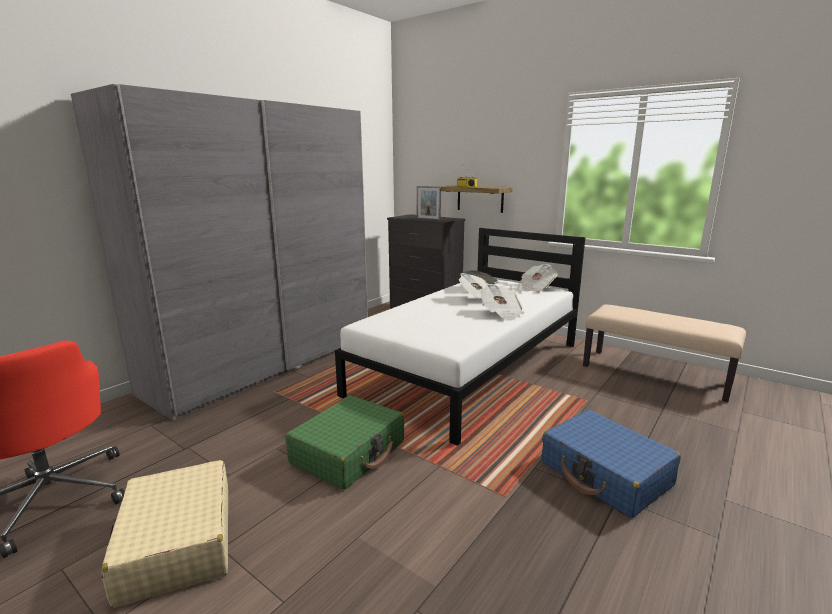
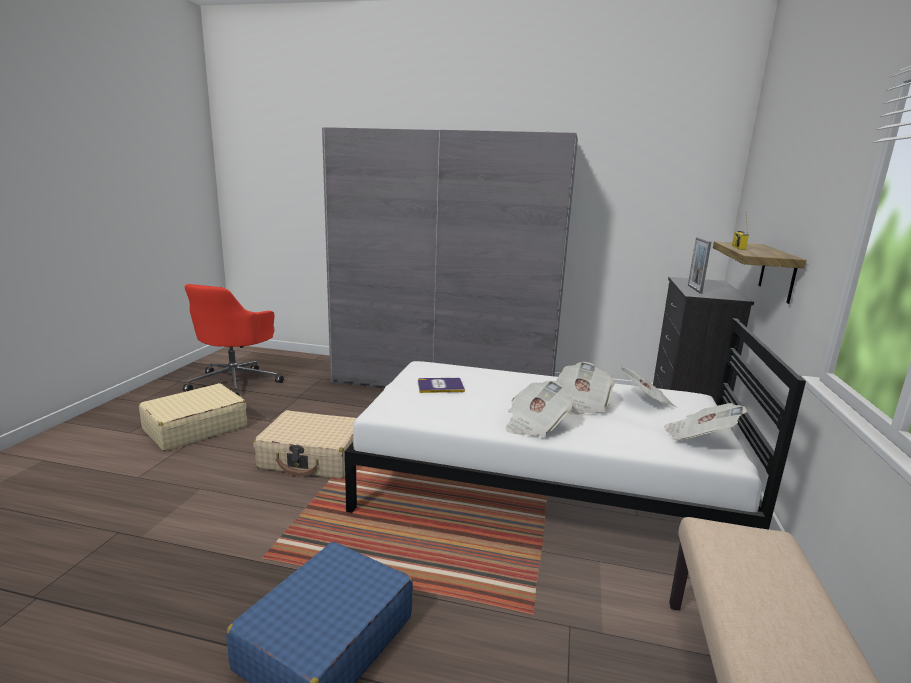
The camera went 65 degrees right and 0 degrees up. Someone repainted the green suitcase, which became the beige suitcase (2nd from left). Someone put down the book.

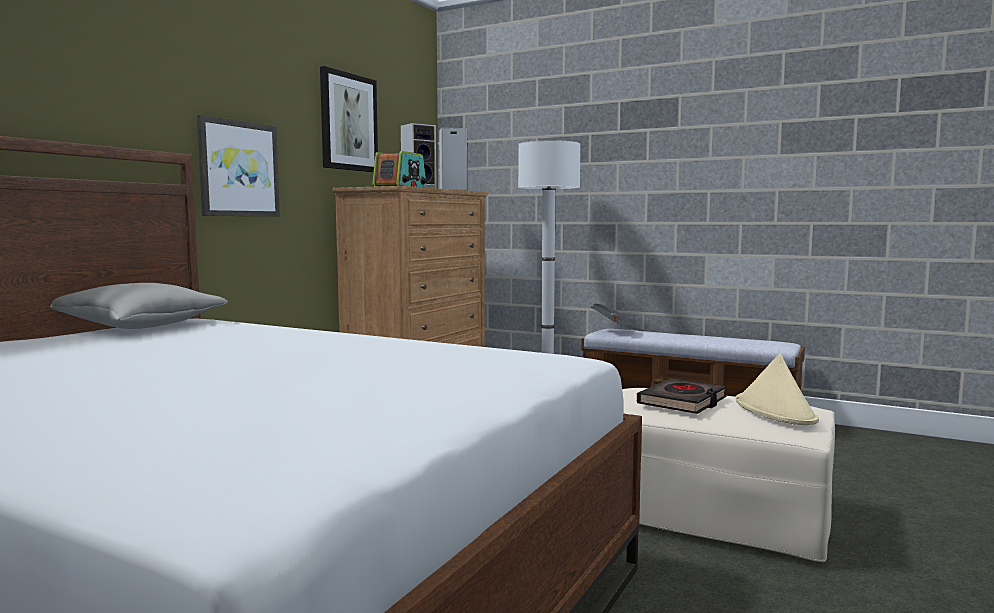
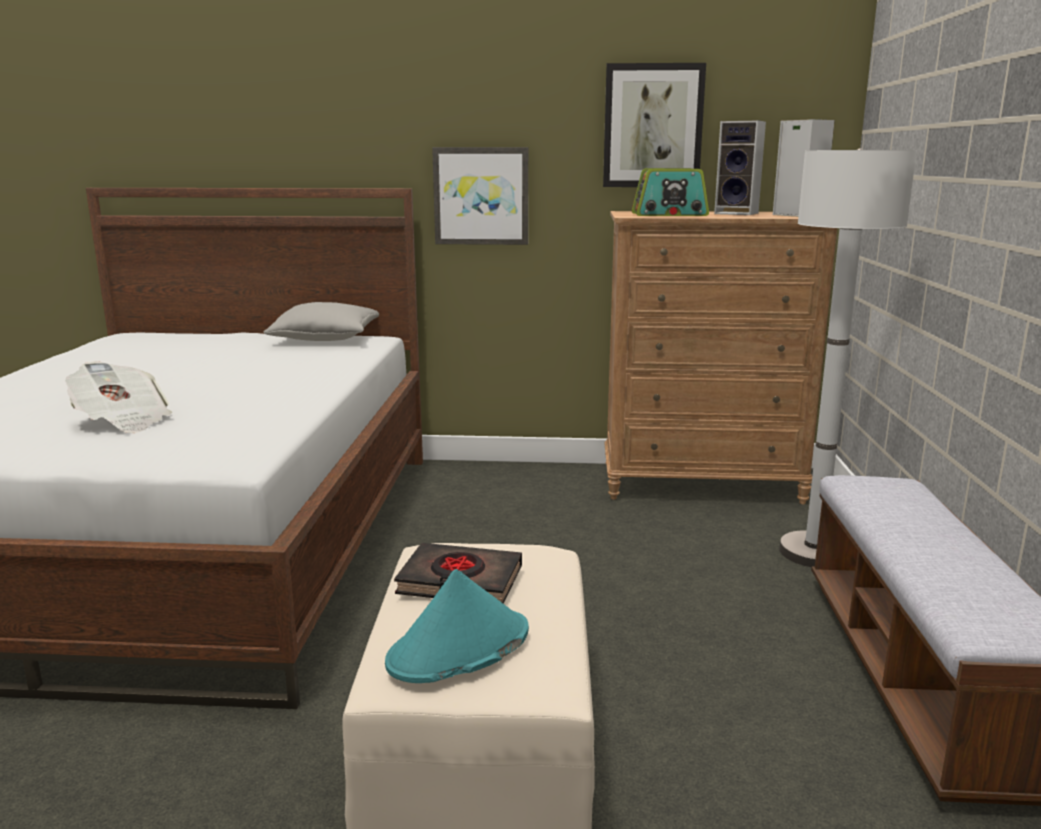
The camera went 65 degrees right and 10 degrees up. Someone carried the newspaper. Someone repainted the beige hat, which became the turquoise hat.

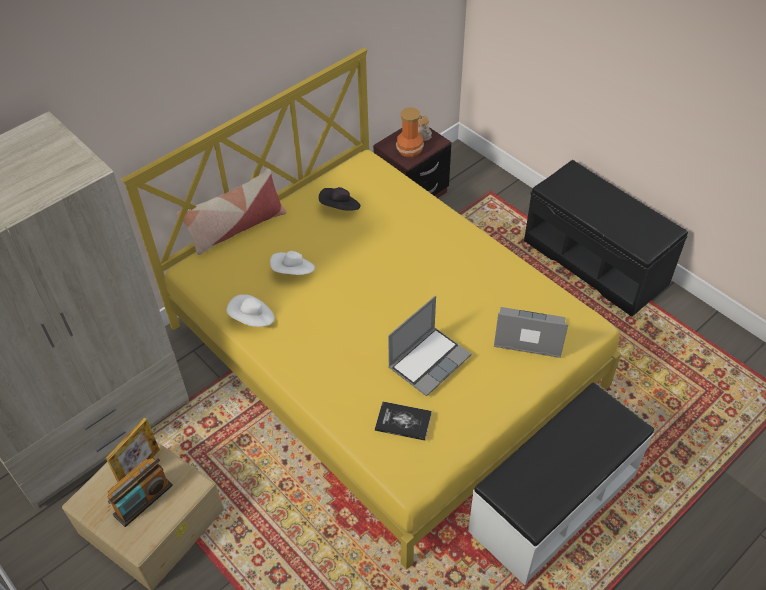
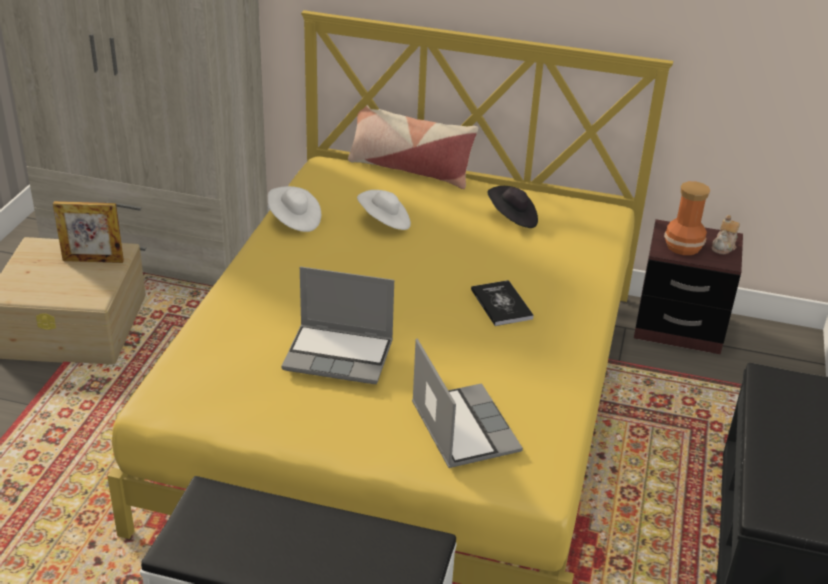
The camera went 55 degrees right and 15 degrees down. Someone took away the radio. Someone carried the book.

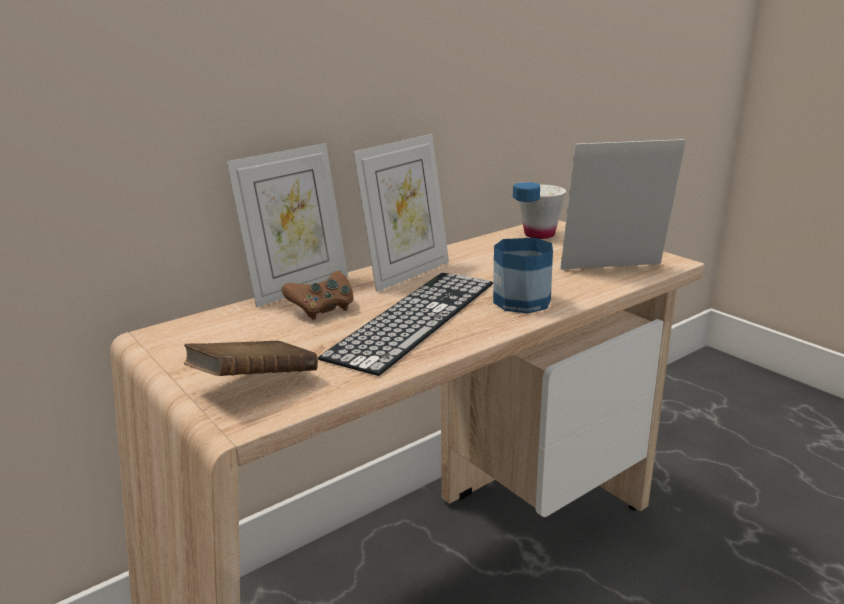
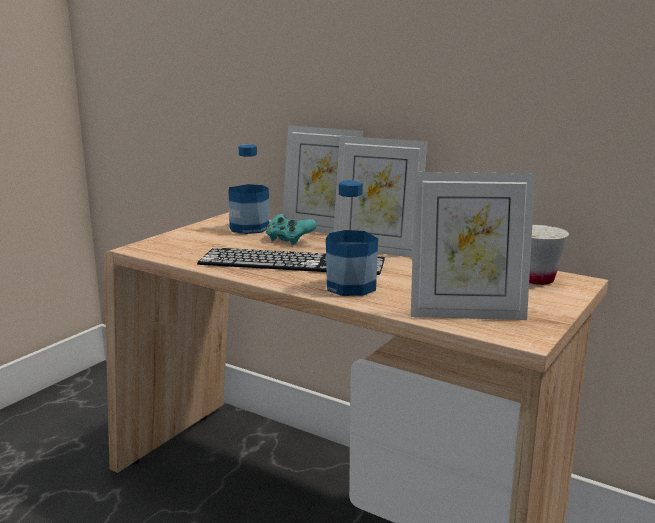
The camera went 70 degrees right and 5 degrees down. Someone took away the brown book. Someone repainted the brown game controller, which became the turquoise game controller. Someone rotated the picture frame (3rd from left) by 120 degrees clockwise. Someone put down the bottle (1st from left).

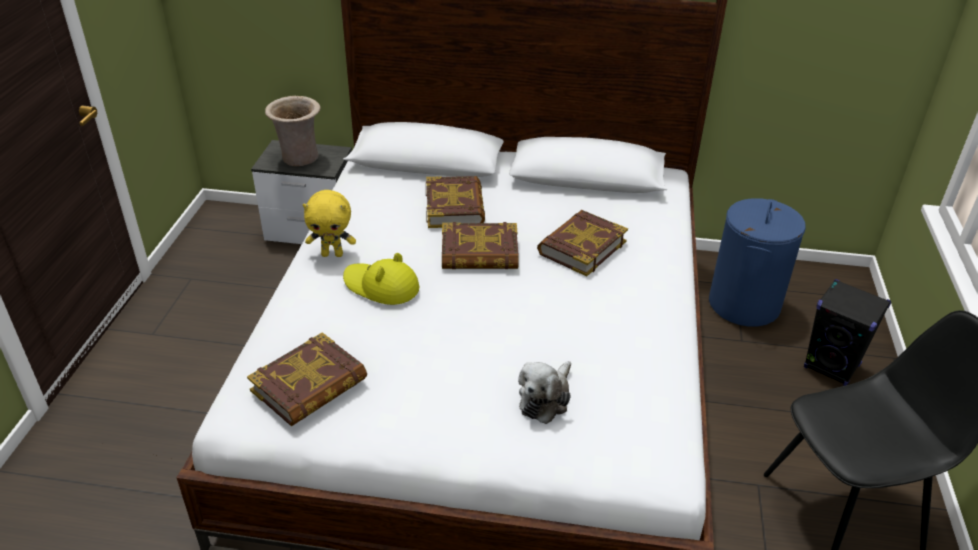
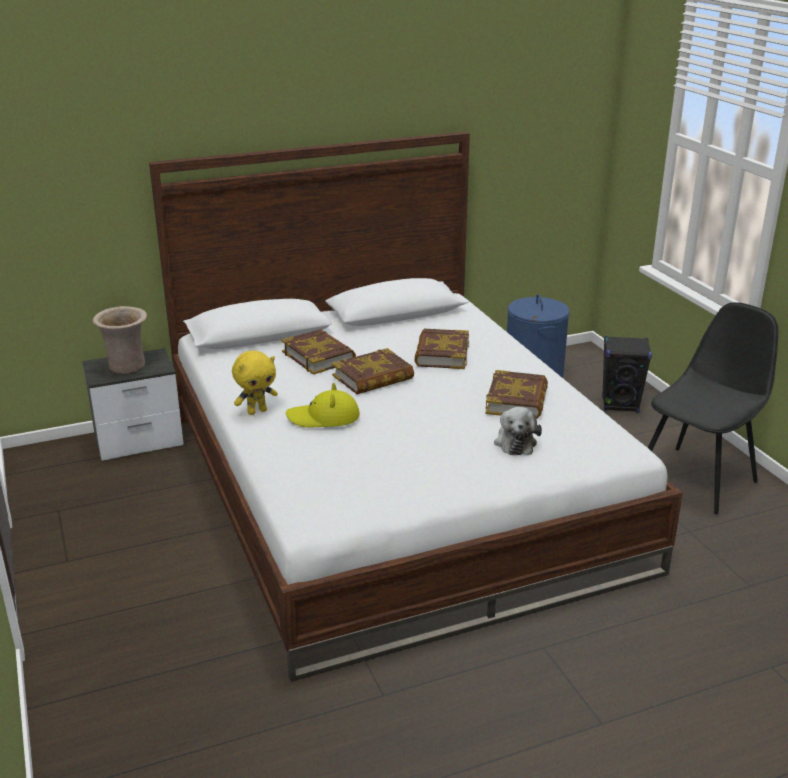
The camera went 30 degrees left and 10 degrees down. Someone carried the book (1st from left in the first image).

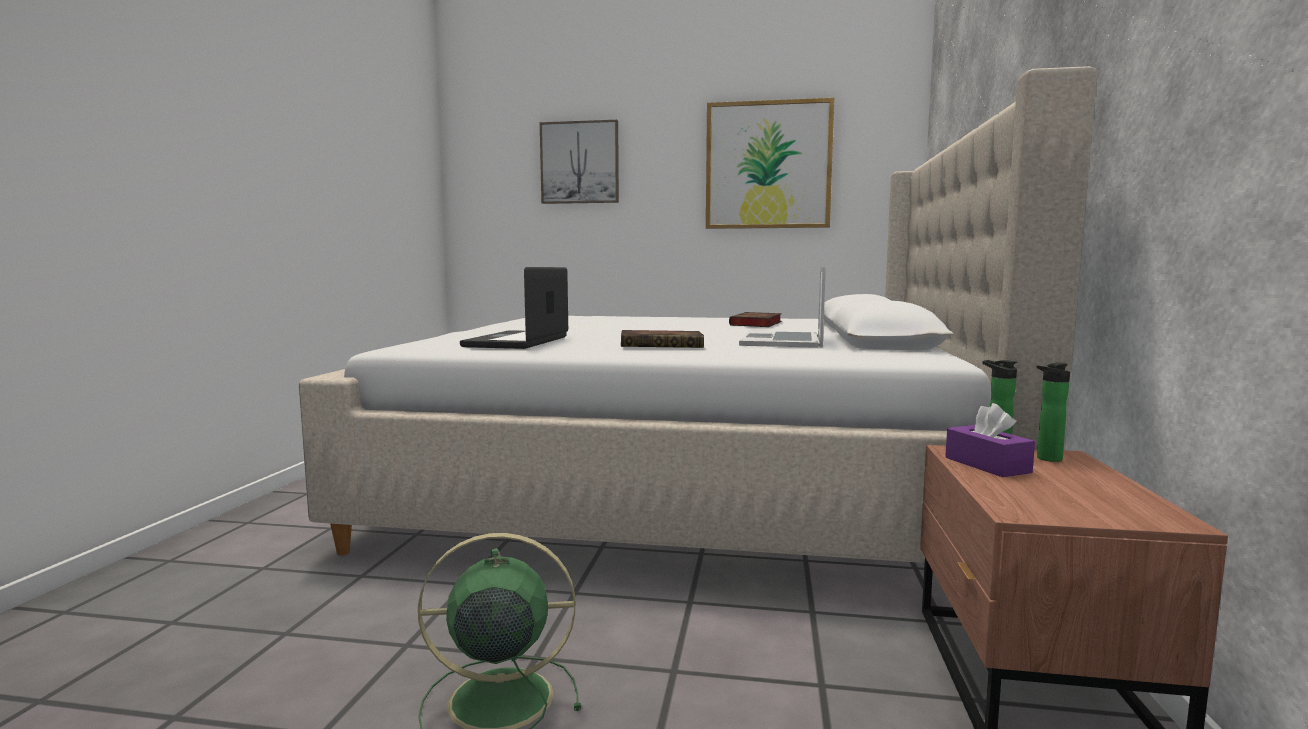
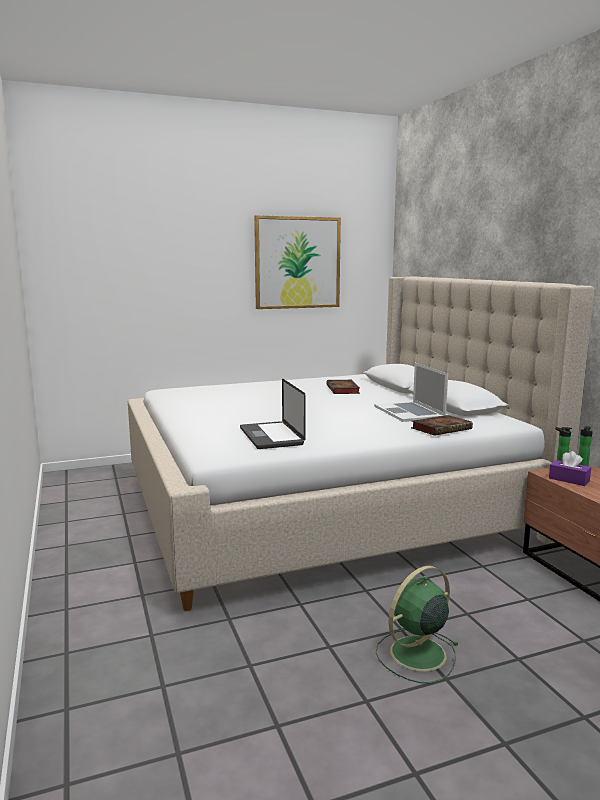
The camera went 30 degrees left and 5 degrees up. Someone took away the picture (1st from left). Someone carried the book (1st from left in the first image).

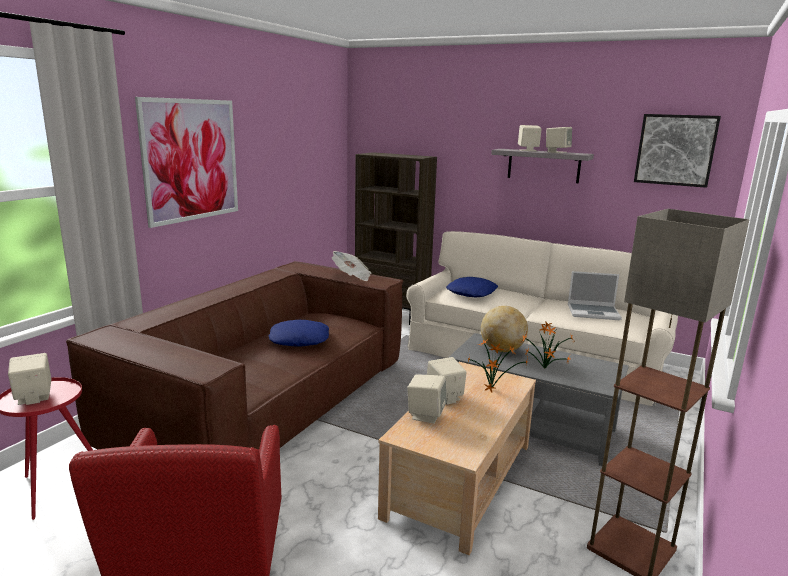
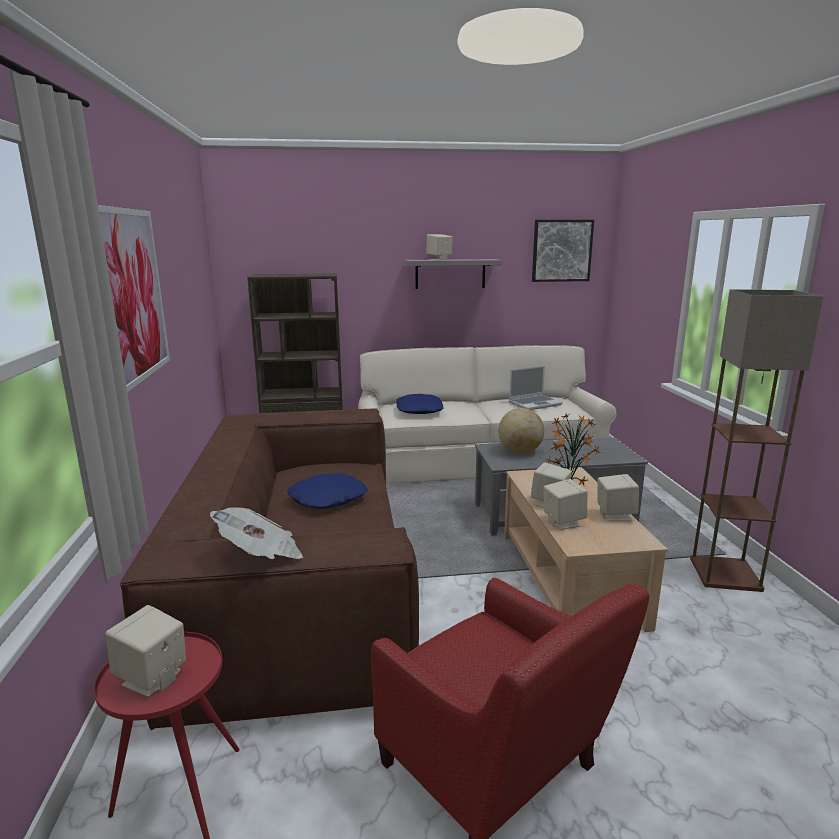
The camera went 35 degrees left and 0 degrees up. Someone carried the newspaper. Someone carried the beige speaker (5th from left).

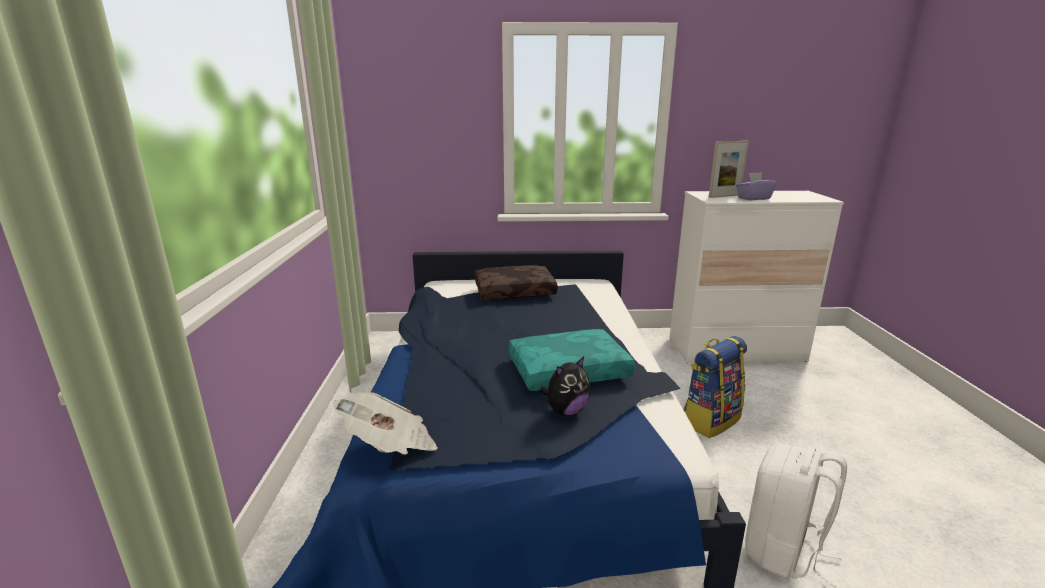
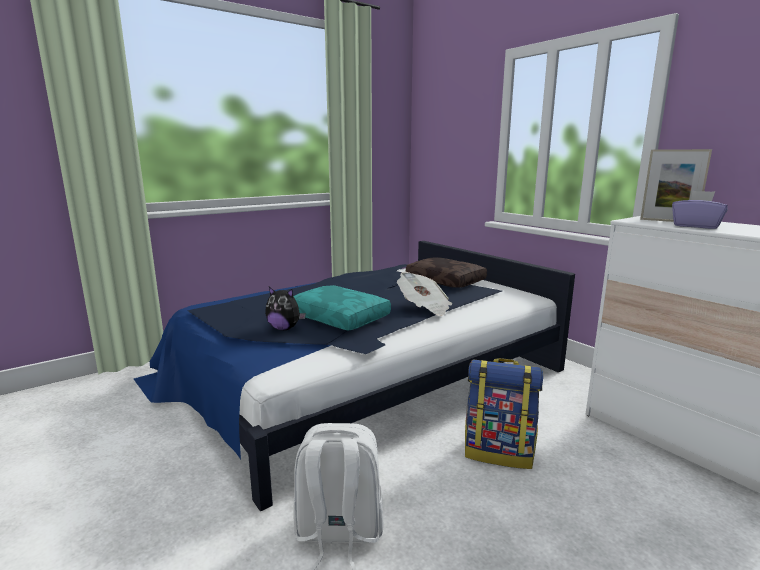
The camera went 55 degrees right and 5 degrees down. Someone carried the newspaper.

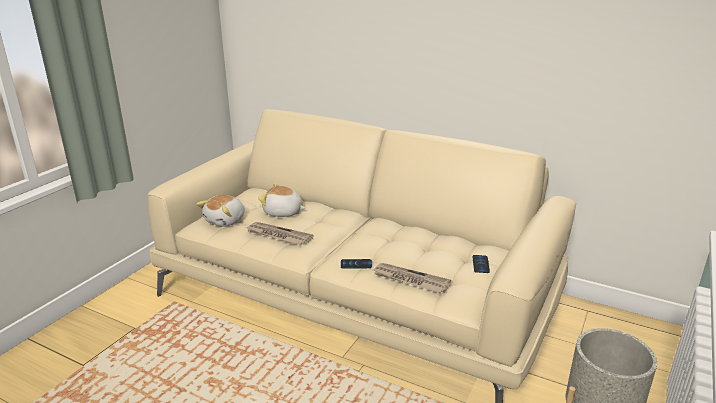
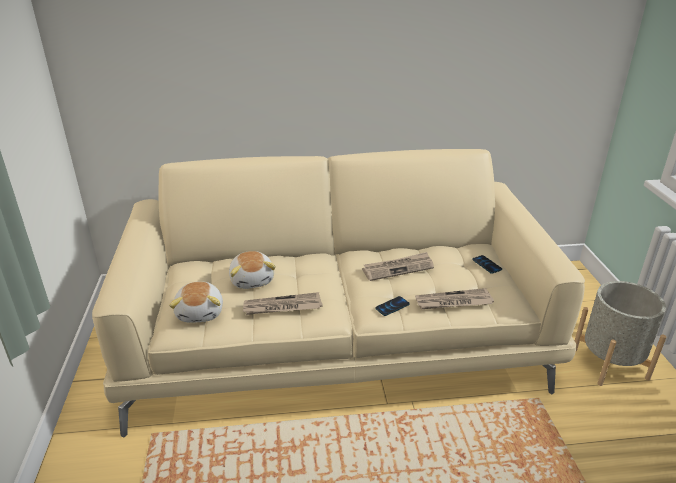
The camera went 35 degrees left and 5 degrees up. Someone rotated the plush toy (2nd from left) by 90 degrees counterclockwise. Someone put down the newspaper (2nd from left).

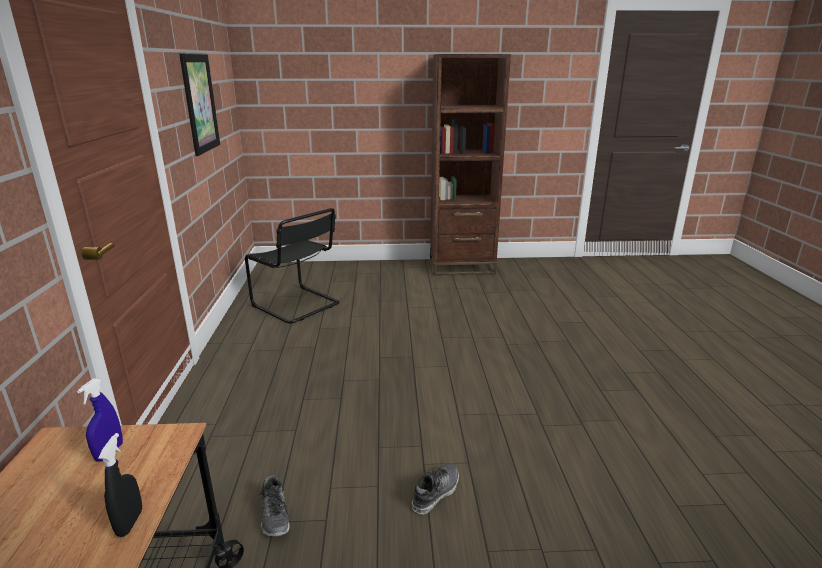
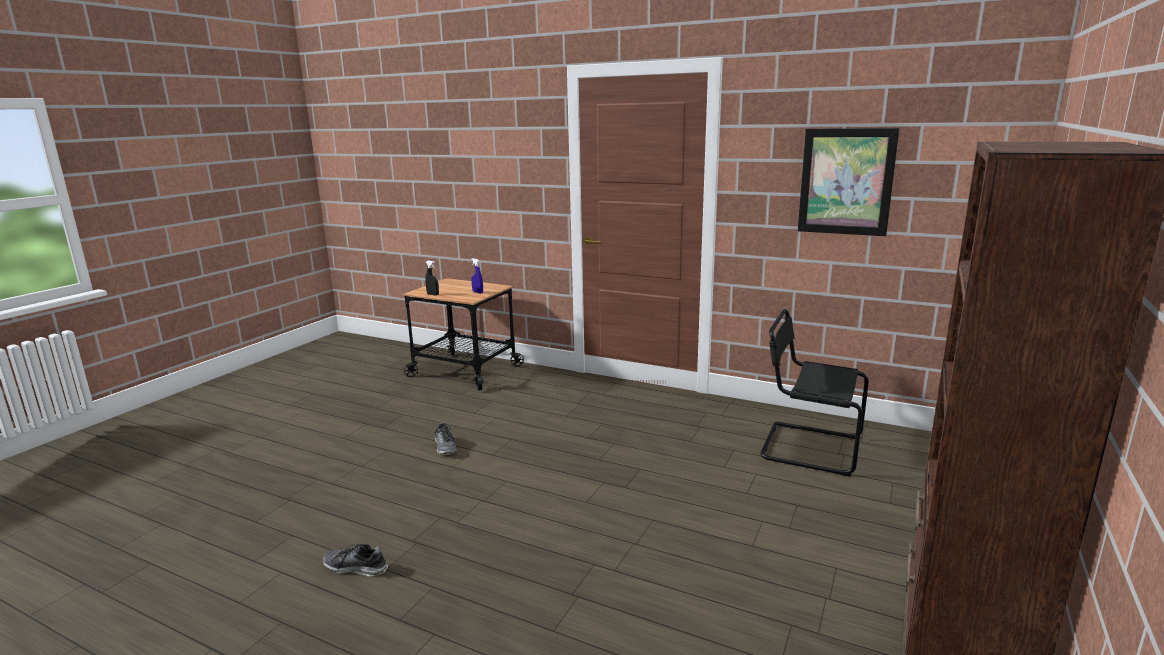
The camera went 120 degrees right and 5 degrees down. Someone rotated the black chair by 45 degrees clockwise. Someone carried the shoe (1st from left).

